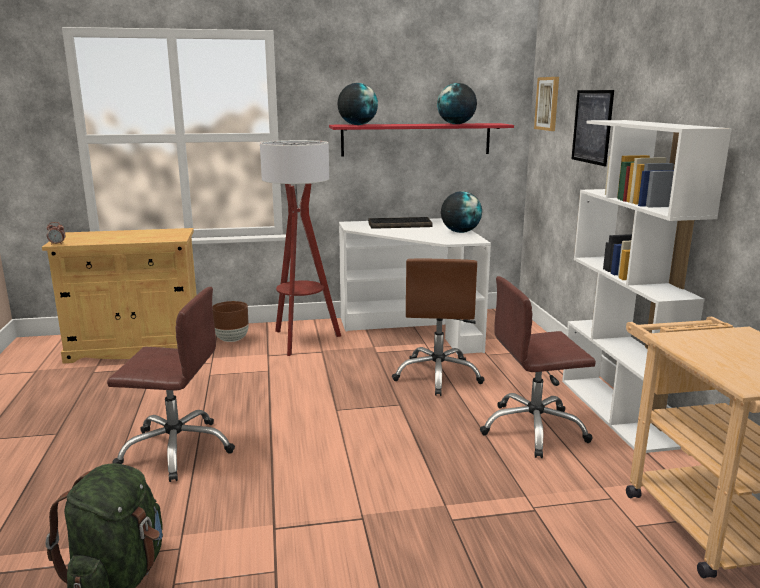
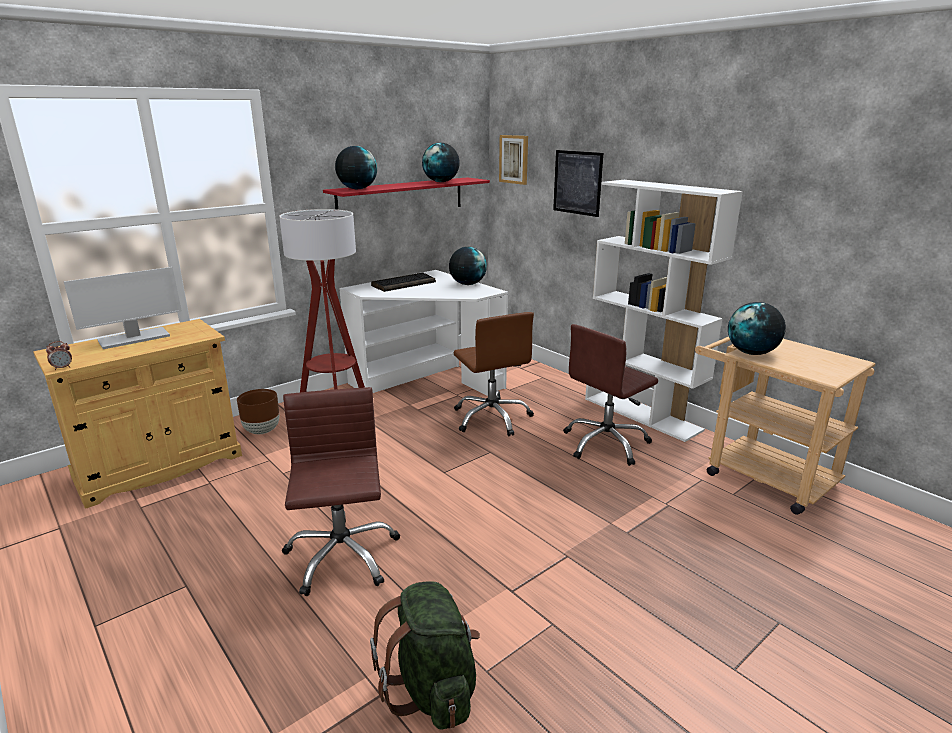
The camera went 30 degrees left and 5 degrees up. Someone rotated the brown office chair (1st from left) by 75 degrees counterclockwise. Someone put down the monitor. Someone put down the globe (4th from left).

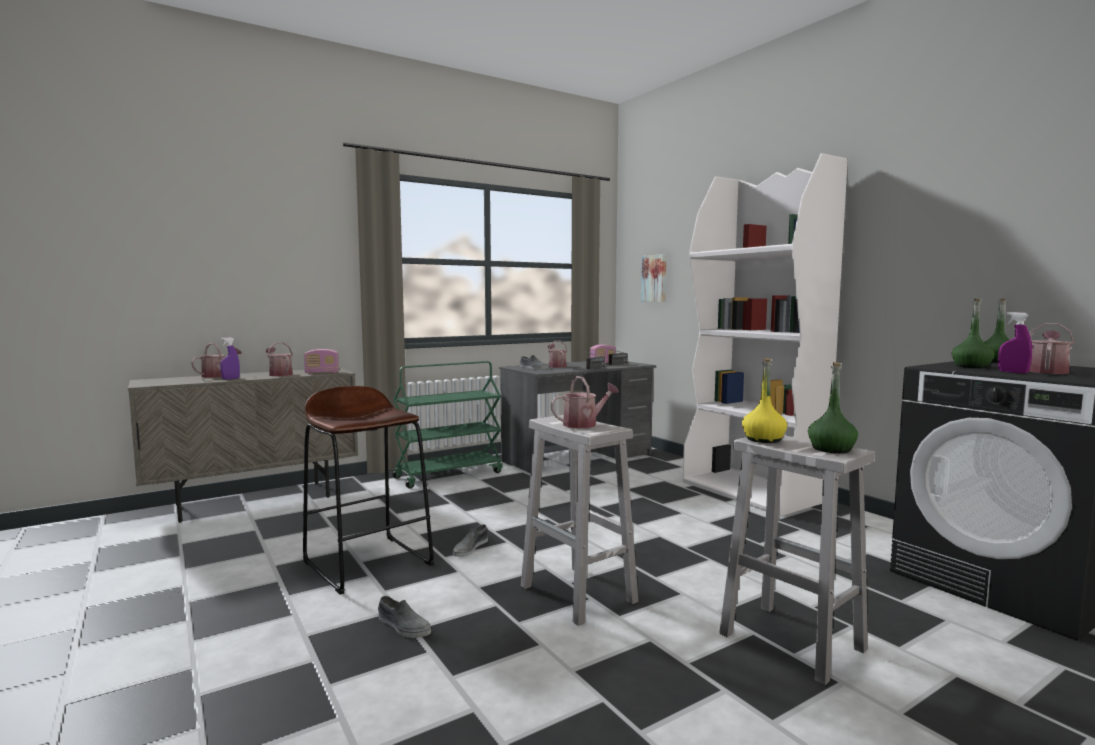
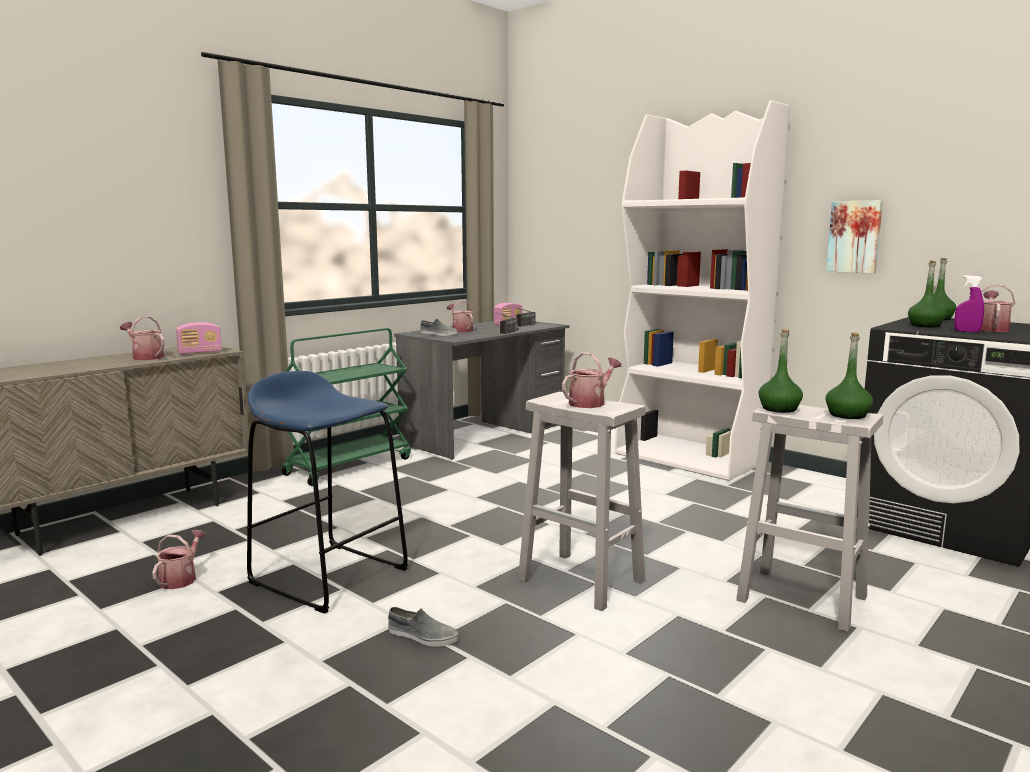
The camera went 15 degrees left and 5 degrees up. Someone carried the watering can (1st from left in the first image). Someone took away the purple spray bottle (1st from left). Someone repainted the brown stool, which became the blue stool. Someone took away the grey shoe (2nd from left). Someone carried the picture. Someone repainted the yellow bottle, which became the green bottle (1st from left).

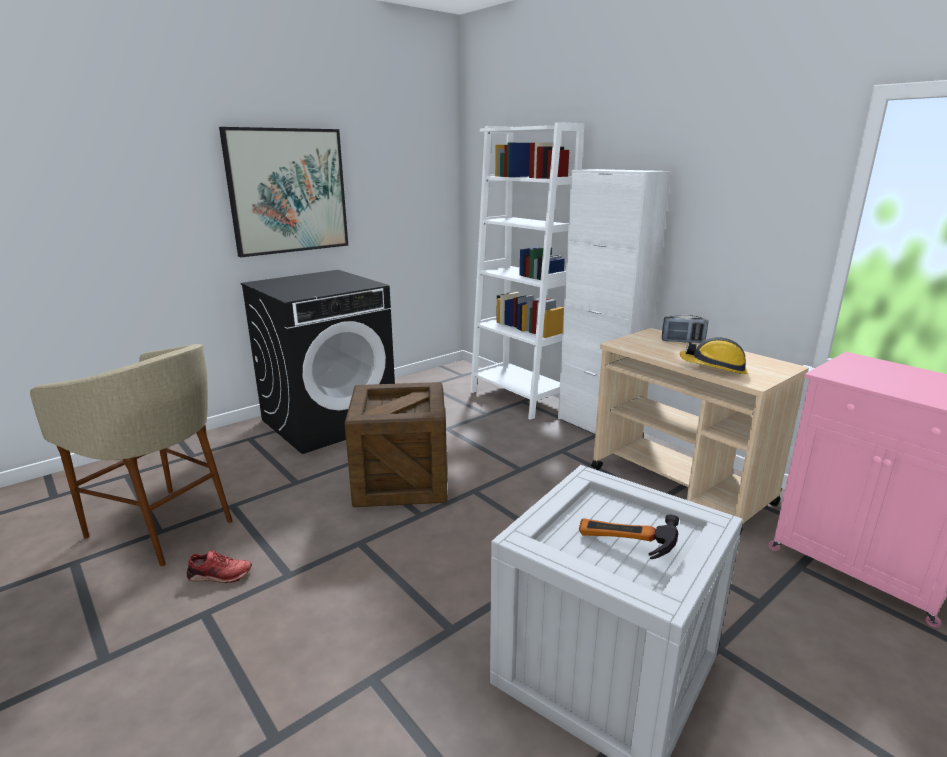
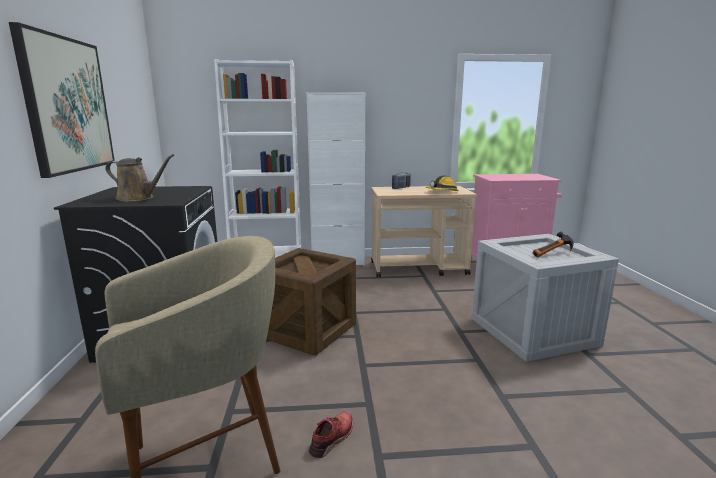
The camera went 55 degrees left and 5 degrees down. Someone put down the brown watering can.

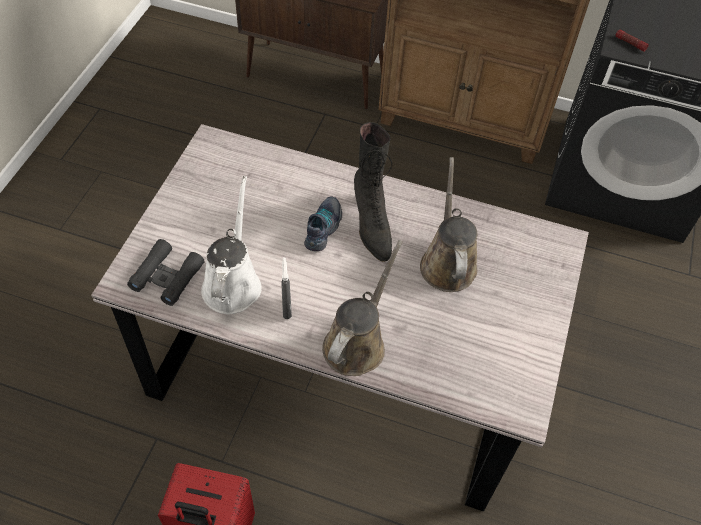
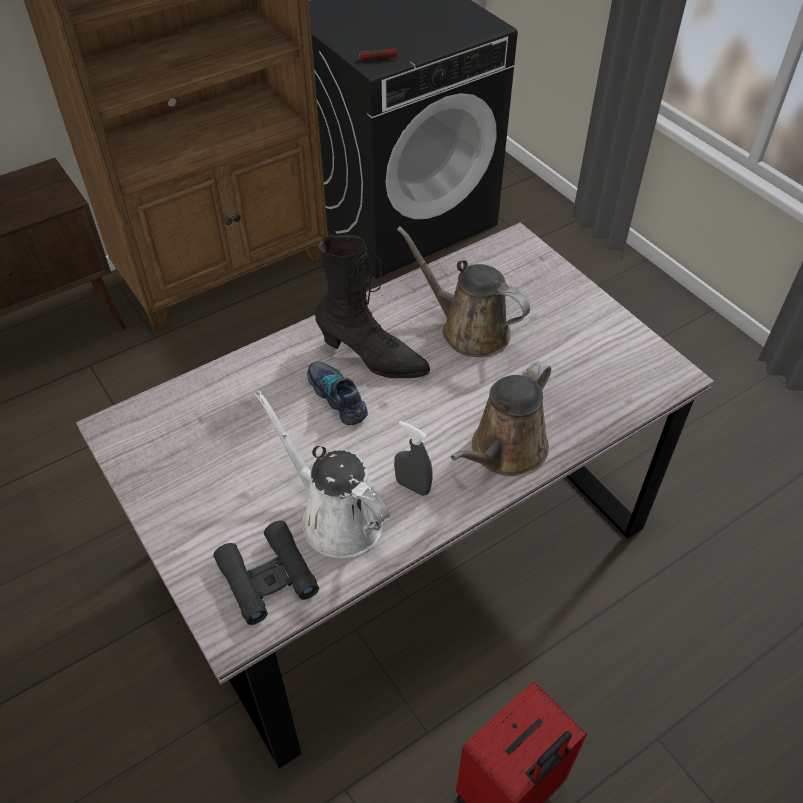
The camera went 50 degrees left and 5 degrees down. Someone rotated the brown watering can (1st from left in the first image) by 120 degrees counterclockwise.

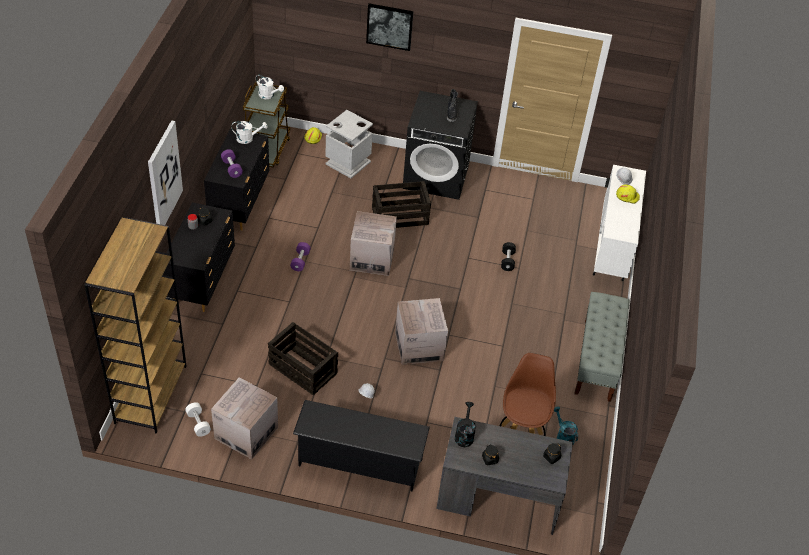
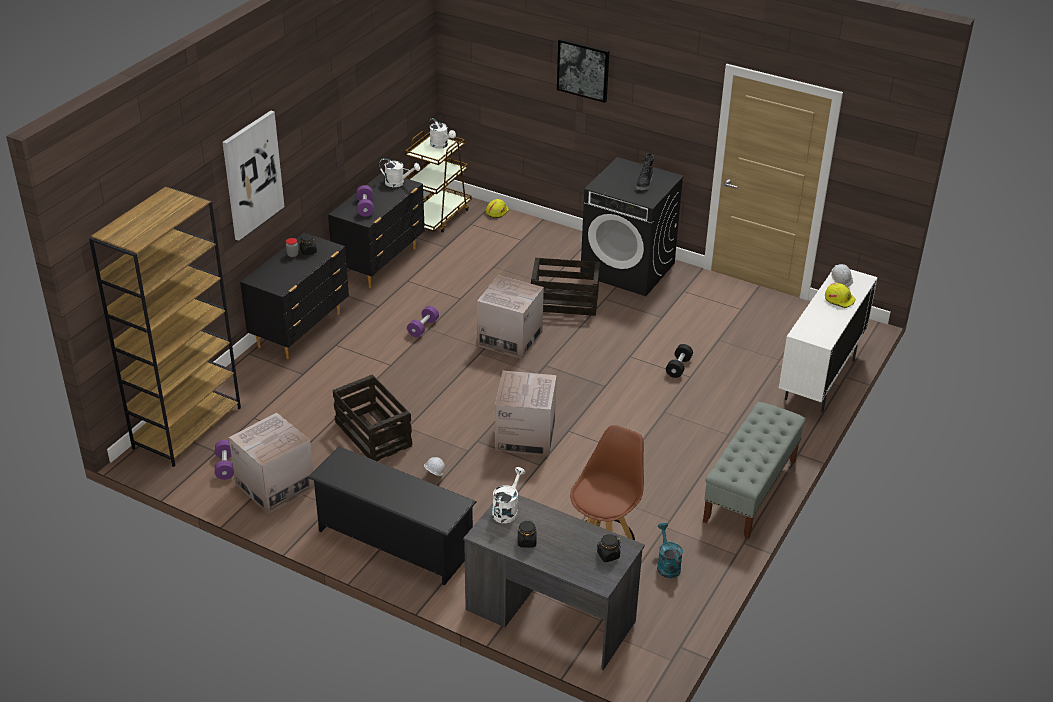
The camera went 20 degrees right and 10 degrees down. Someone repainted the white dumbbell, which became the purple dumbbell (1st from left). Someone took away the grey trash can. Someone repainted the black watering can, which became the white watering can (3rd from left).

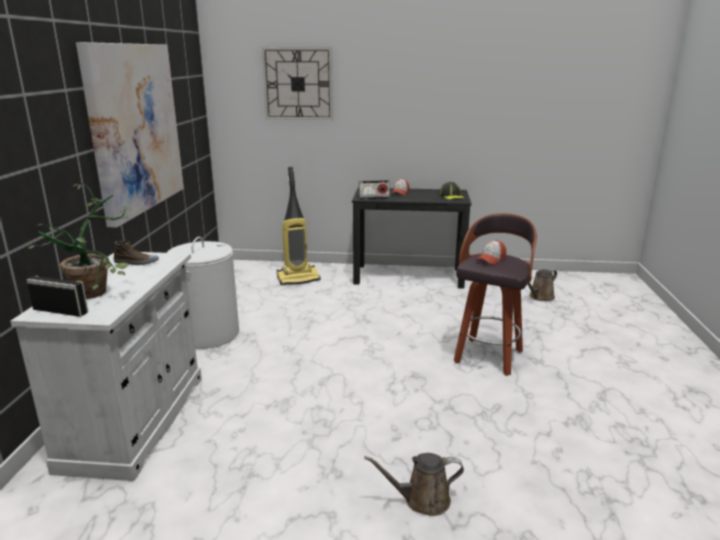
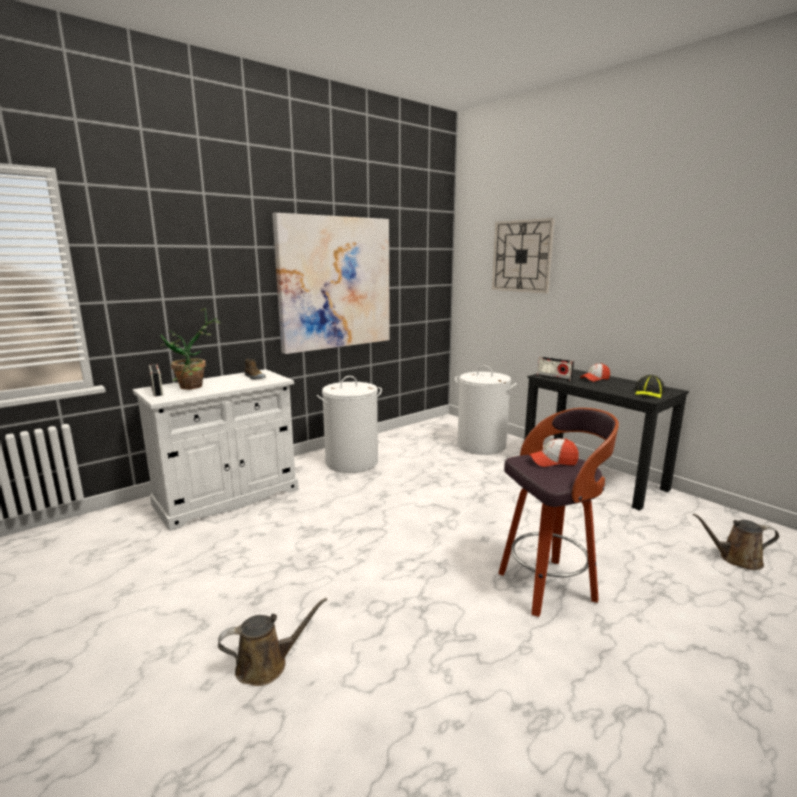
The camera went 45 degrees right and 5 degrees down. Someone swapped the vacuum cleaner for the white laundry basket (2nd from left). Someone rotated the brown watering can (1st from left) by 120 degrees clockwise.

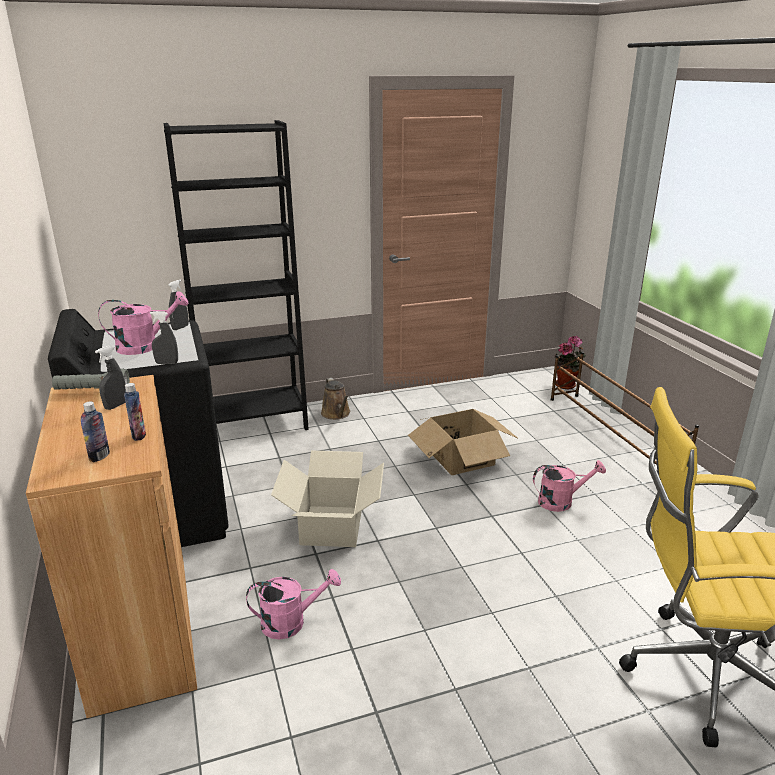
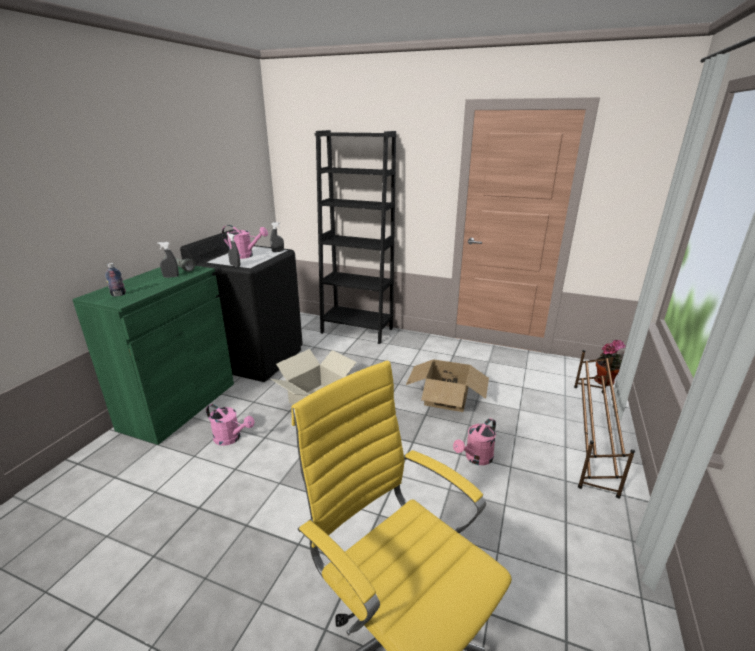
The camera went 40 degrees right and 0 degrees up. Someone repainted the brown cabinet, which became the green cabinet. Someone took away the bottle (2nd from left). Someone took away the brown watering can. Someone rotated the pink watering can (3rd from left) by 105 degrees clockwise.

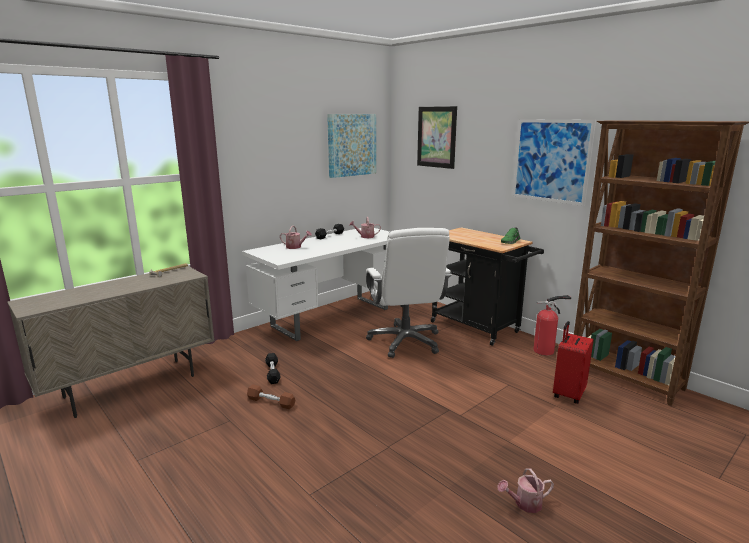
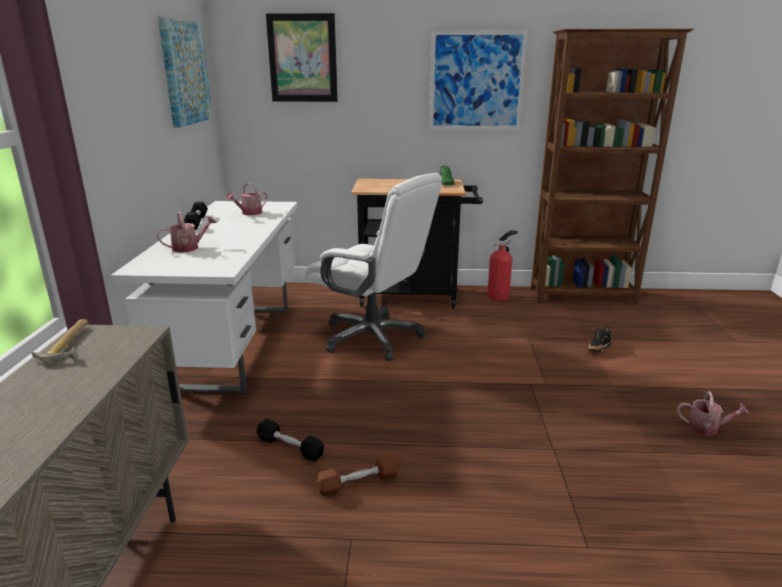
The camera went 45 degrees left and 5 degrees up. Someone rotated the watering can (3rd from left) by 105 degrees counterclockwise. Someone took away the red suitcase. Someone put down the black shoe.

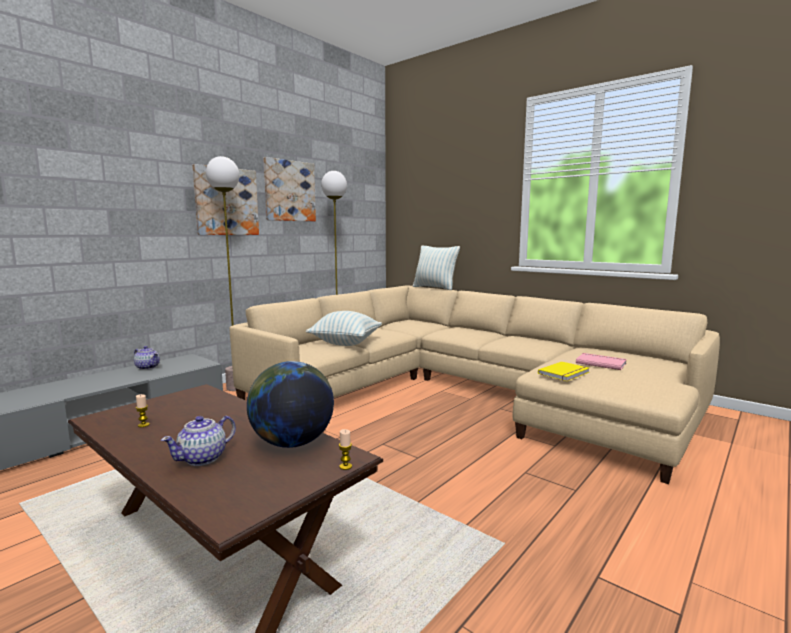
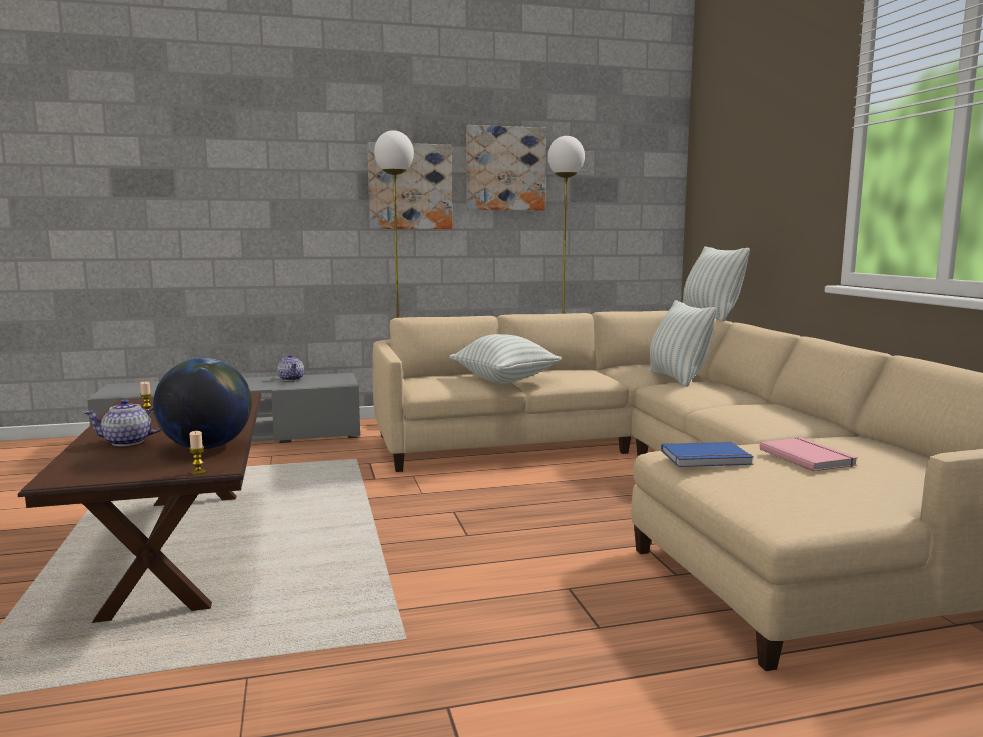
The camera went 35 degrees right and 0 degrees up. Someone repainted the yellow book, which became the blue book. Someone put down the pillow (2nd from left).

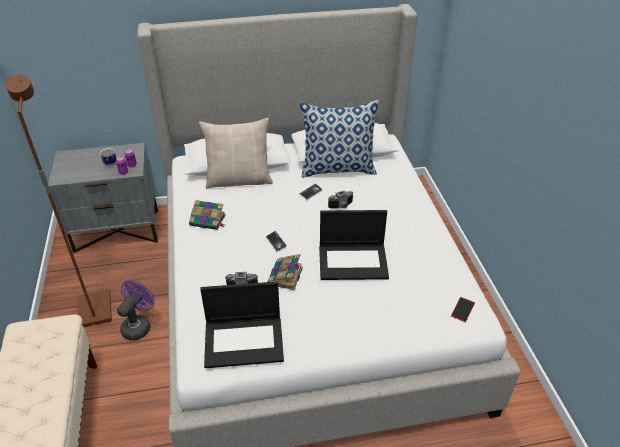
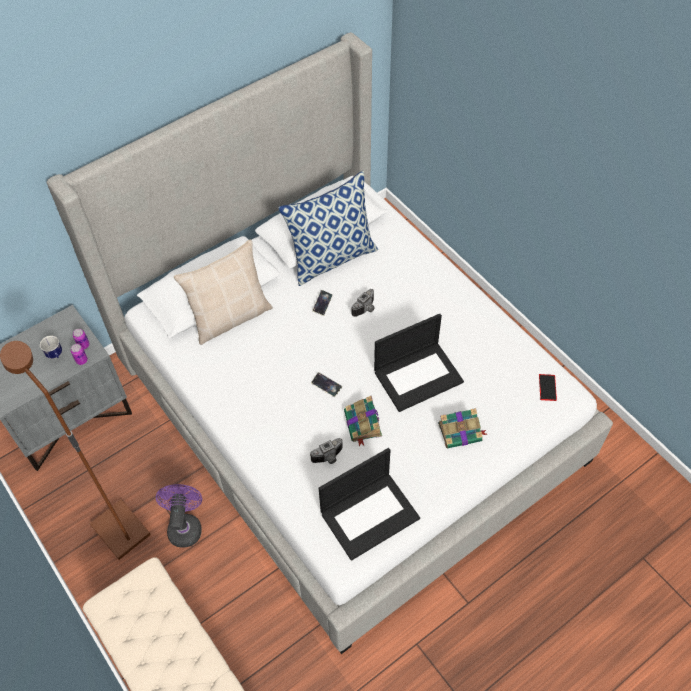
The camera went 25 degrees left and 15 degrees up. Someone carried the book (1st from left in the first image).

